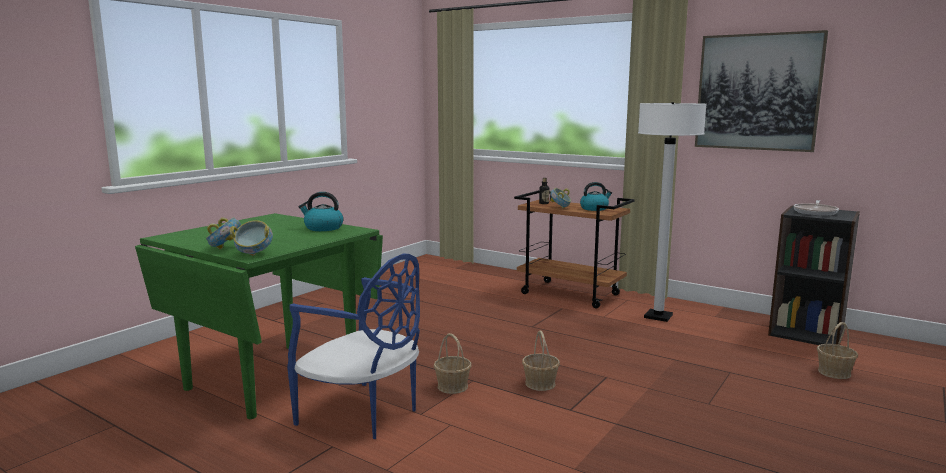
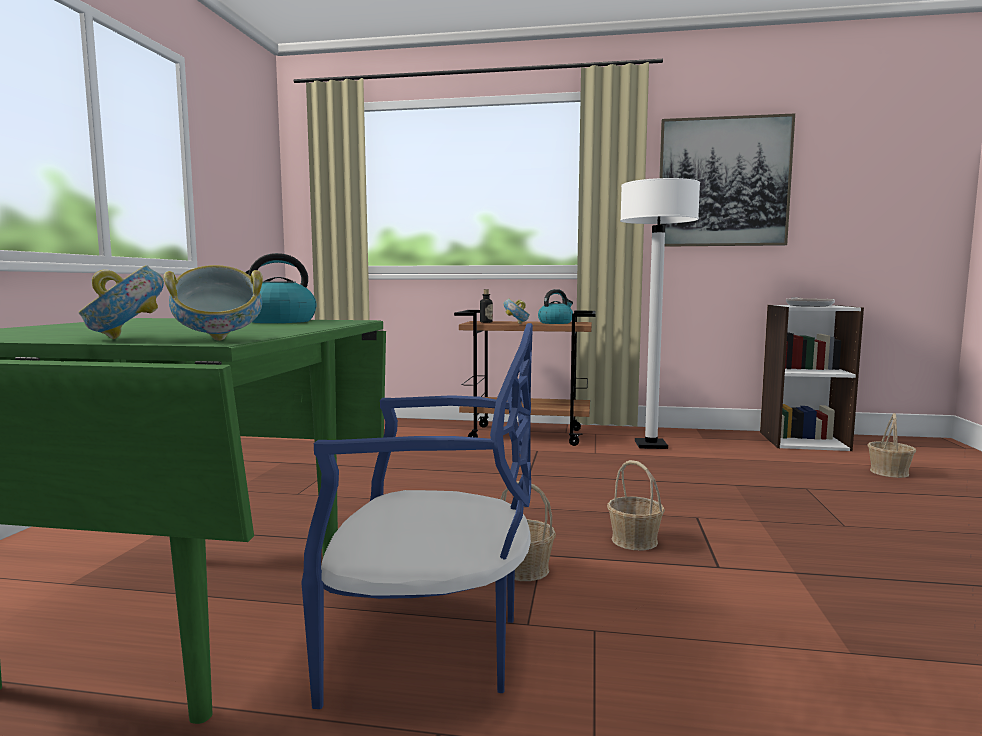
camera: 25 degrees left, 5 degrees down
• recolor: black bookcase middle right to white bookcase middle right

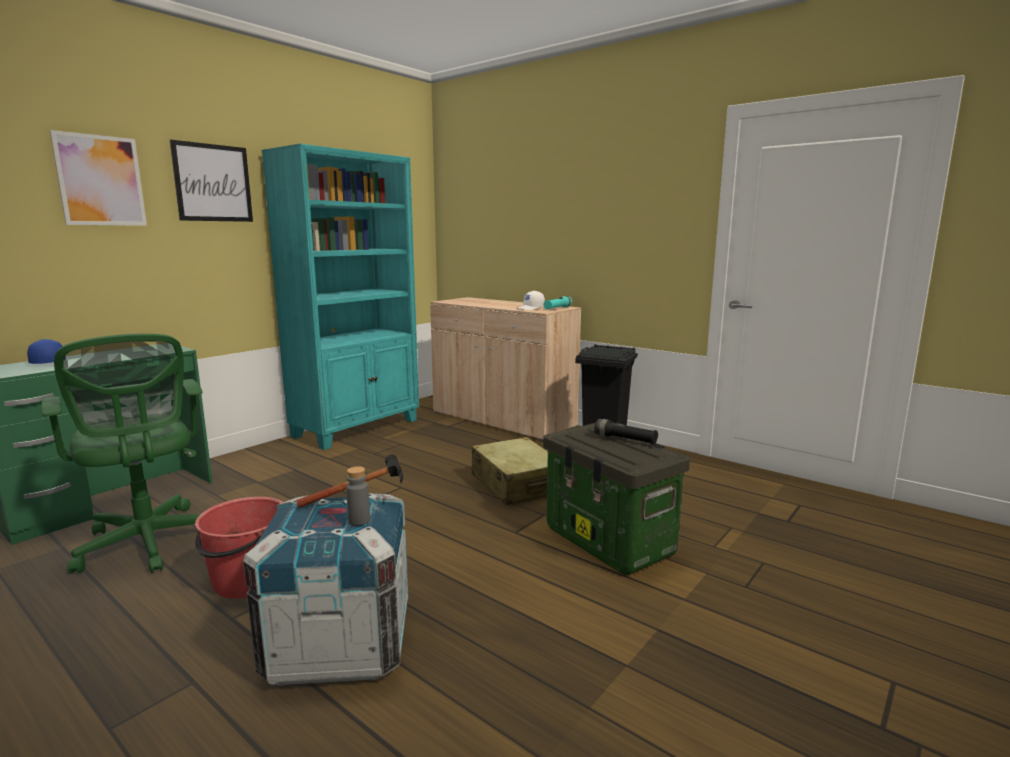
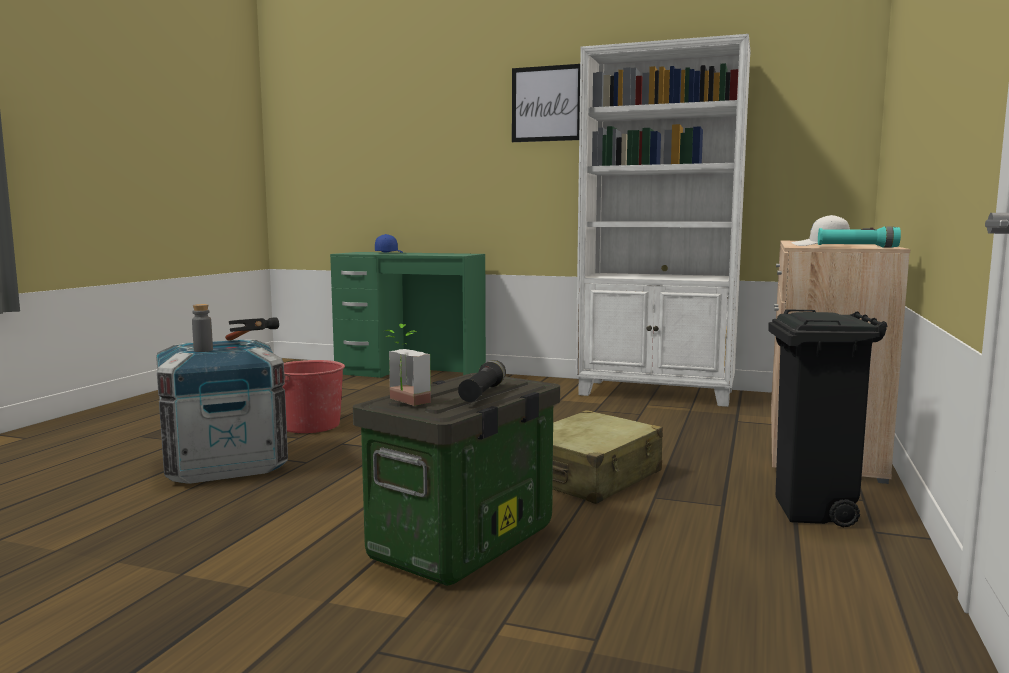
camera: 70 degrees right, 5 degrees down
• delete: picture (1st from left) top left
• recolor: turquoise bookcase centre to white bookcase top centre
• delete: green office chair middle left
• insert: potted plant centre

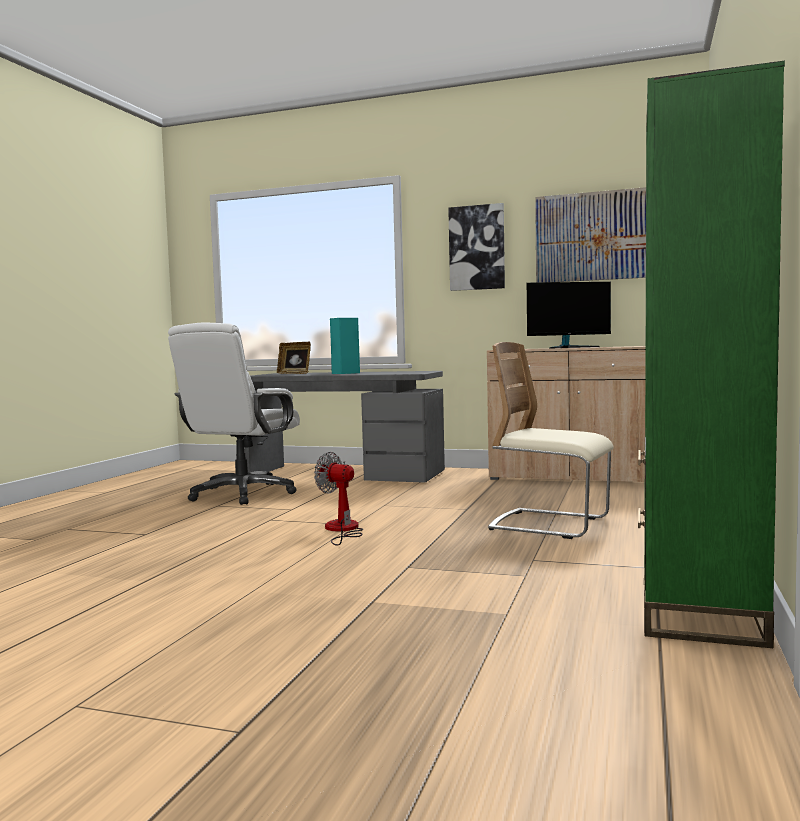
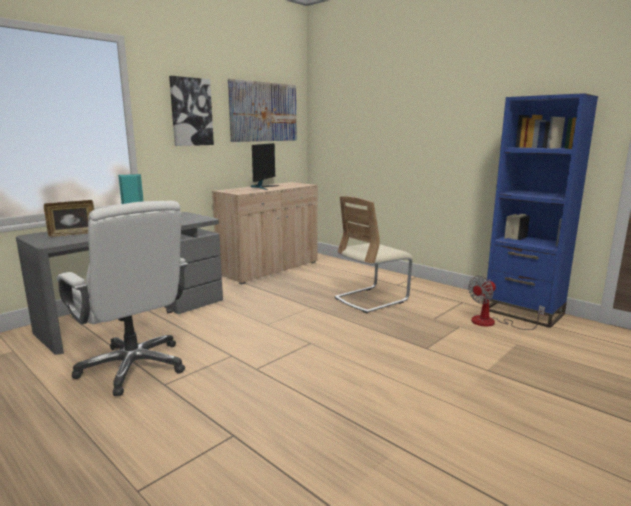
camera: 65 degrees left, 10 degrees up
• recolor: green bookcase middle right to blue bookcase middle right
• move: fan centre to middle right

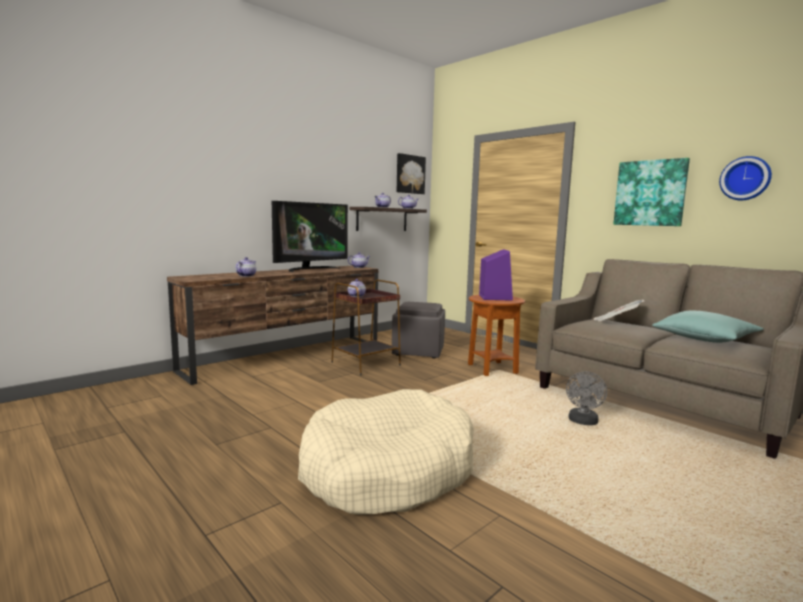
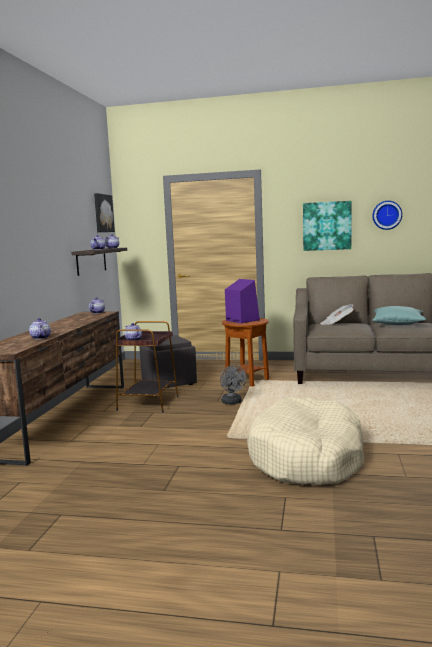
camera: 35 degrees left, 0 degrees up
• delete: television centre
• move: grey fan middle right to centre

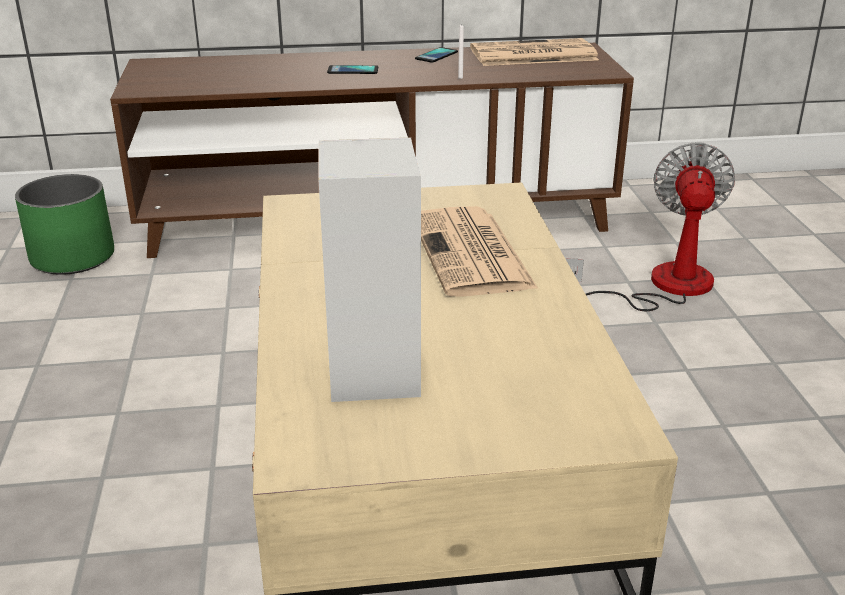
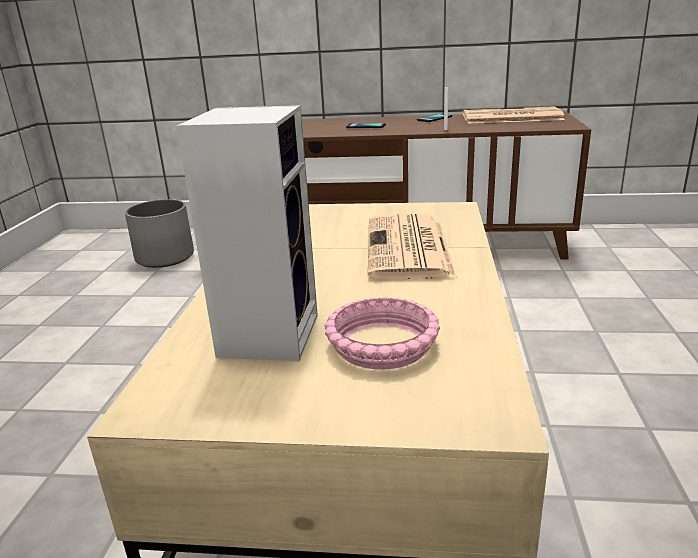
camera: 15 degrees right, 5 degrees down
• delete: fan middle right
• recolor: green planter middle left to grey planter middle left
• insert: pink bowl centre

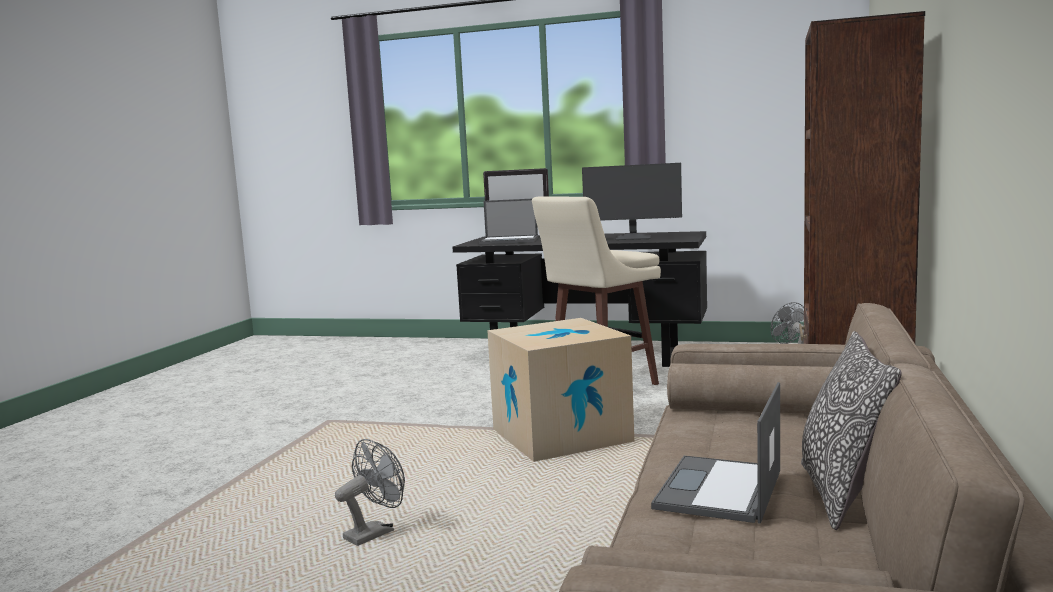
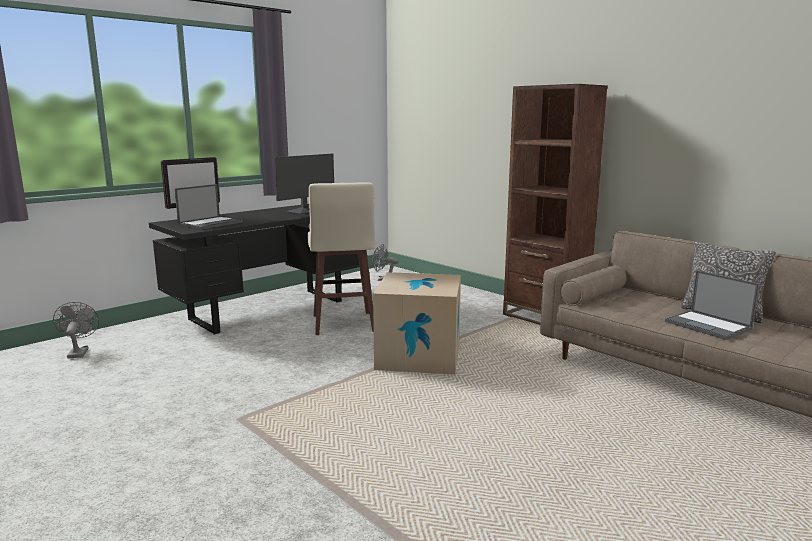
camera: 60 degrees left, 5 degrees up
• move: grey fan (1st from left) bottom centre to middle left

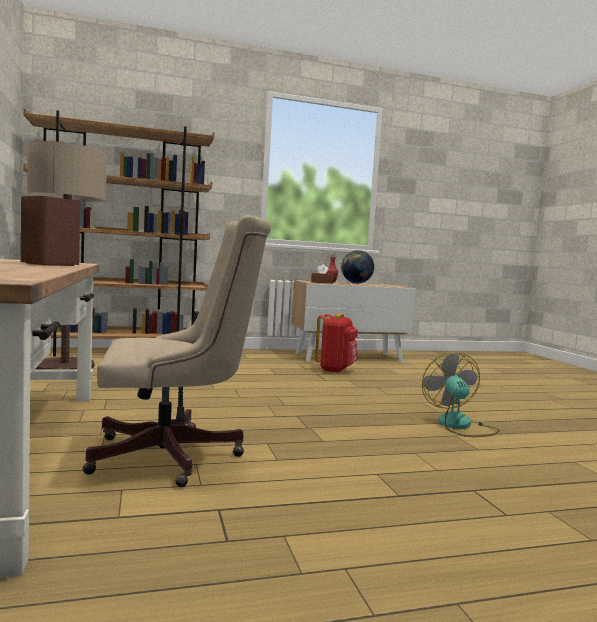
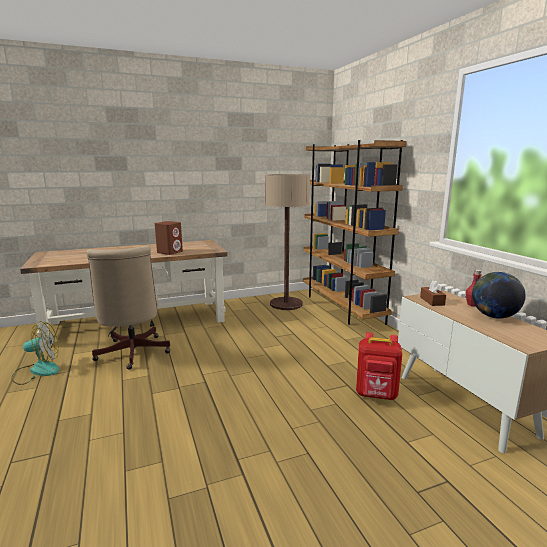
camera: 85 degrees right, 10 degrees up
• move: fan middle right to middle left

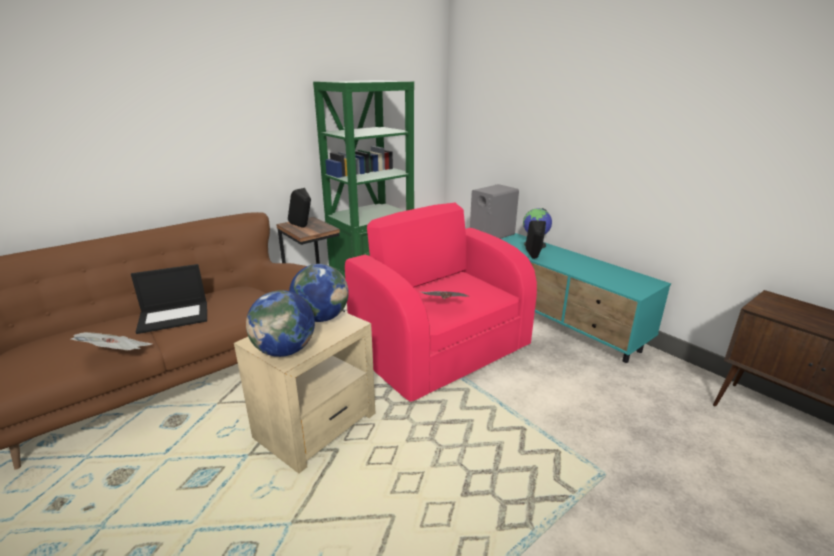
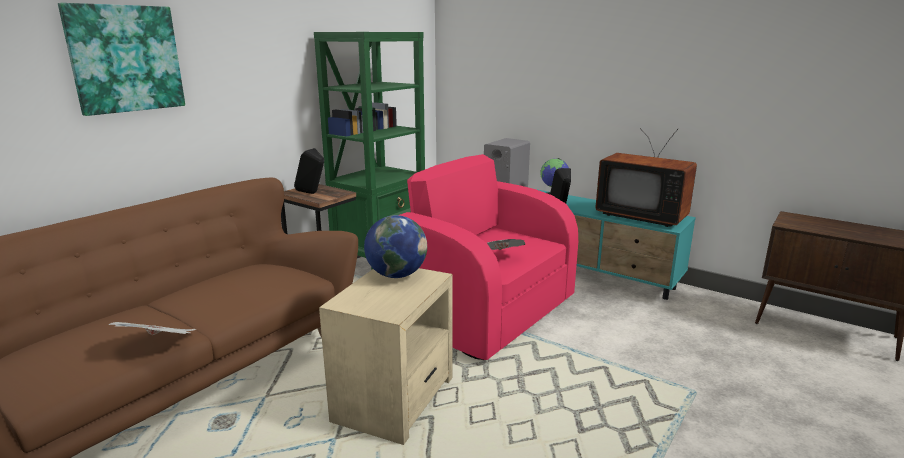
camera: 15 degrees left, 5 degrees down
• delete: laptop middle left
• delete: globe (1st from left) centre
• insert: picture top left
• insert: television middle right

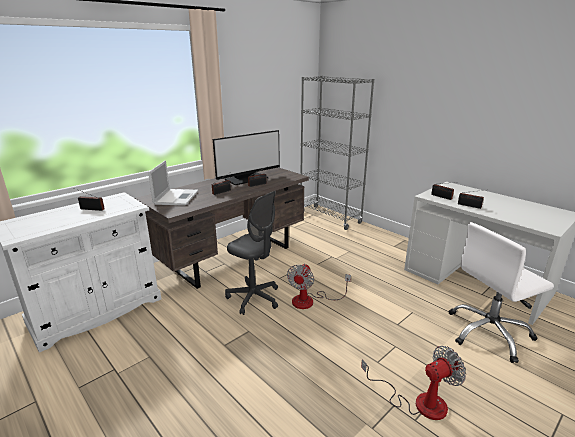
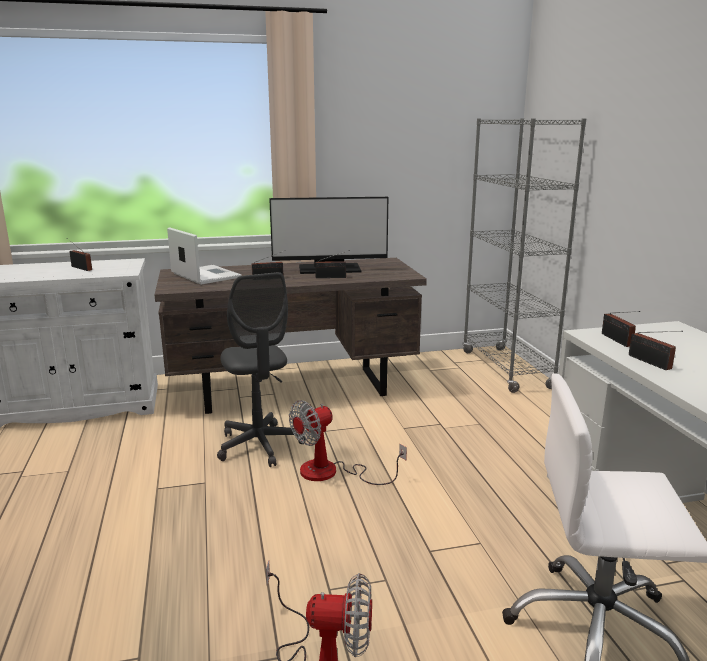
camera: 30 degrees right, 5 degrees down
• rotate: laptop middle left = middle left 75 degrees counterclockwise

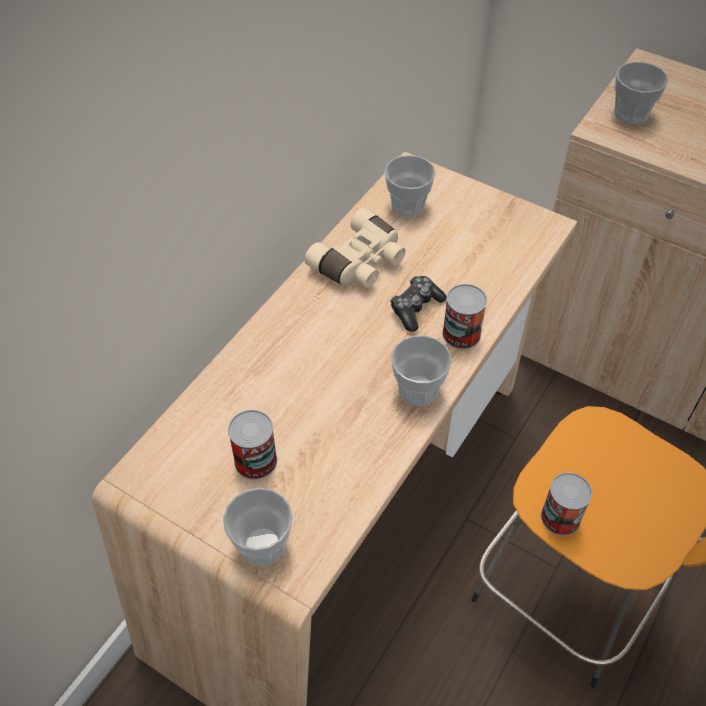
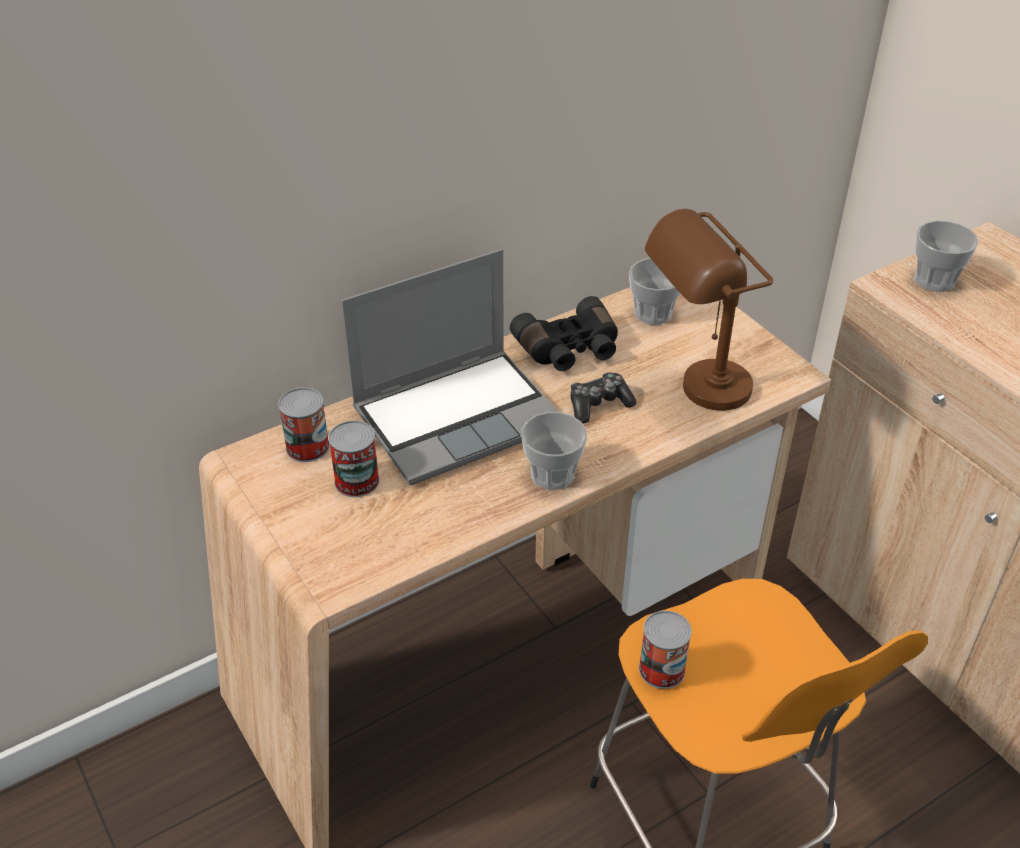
camera: 25 degrees right, 10 degrees down
• recolor: beige binoculars centre to black binoculars centre
• move: can (2nd from left in the first image) centre to can (1st from left) middle left
• delete: cup (1st from left) bottom centre
• insert: brown table lamp middle right
• insert: laptop centre

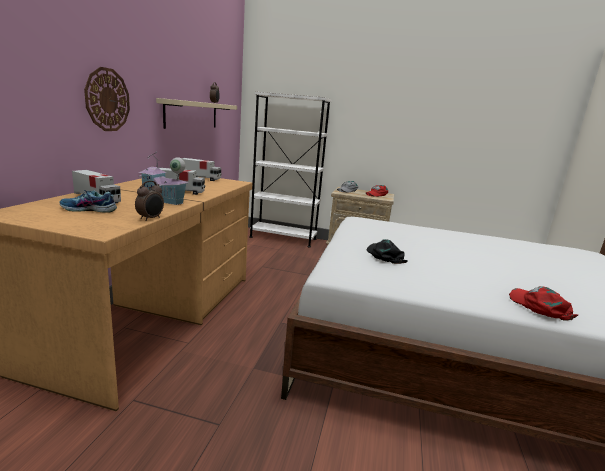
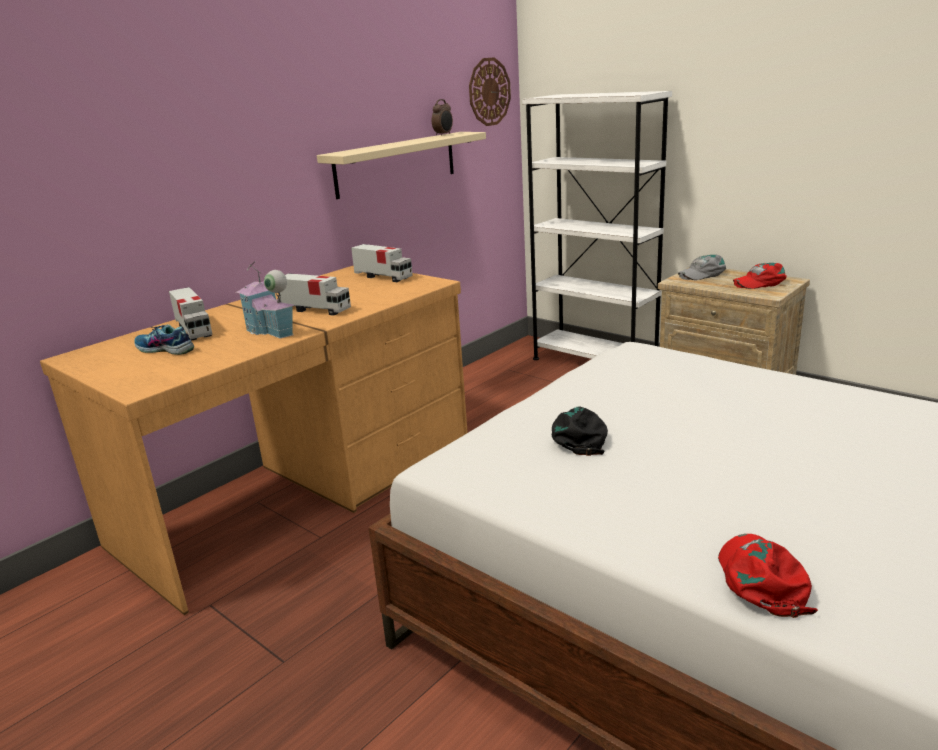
camera: 30 degrees right, 5 degrees up
• move: wall clock top left to top centre
• delete: alarm clock (1st from left) middle left

